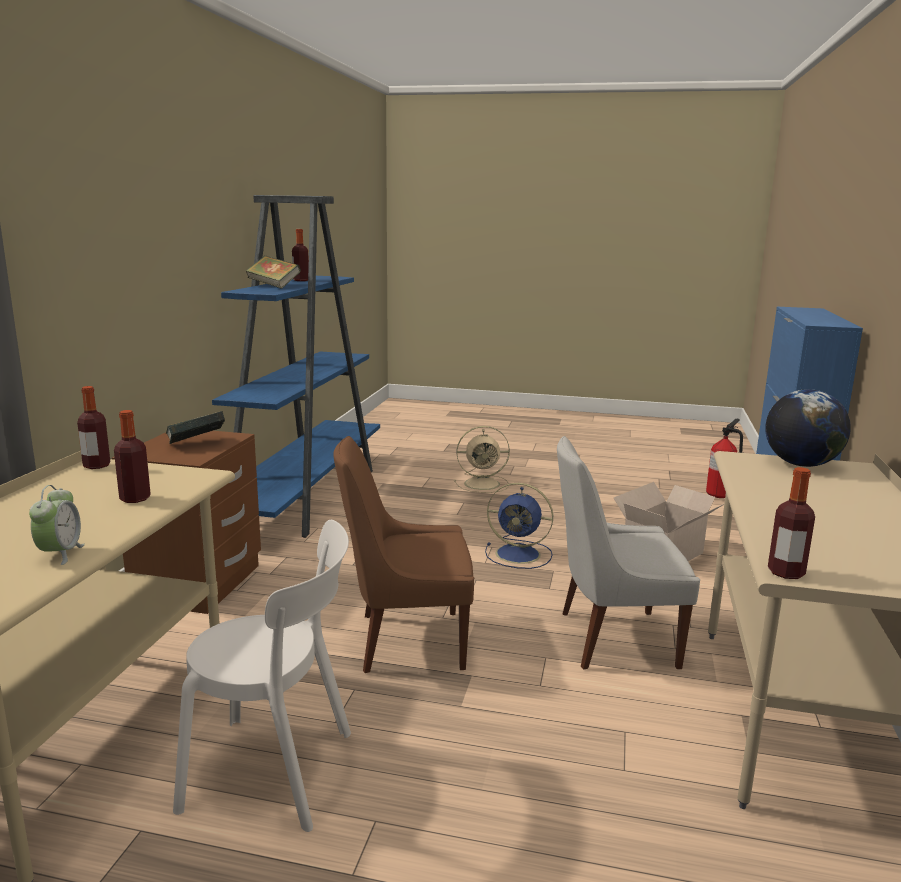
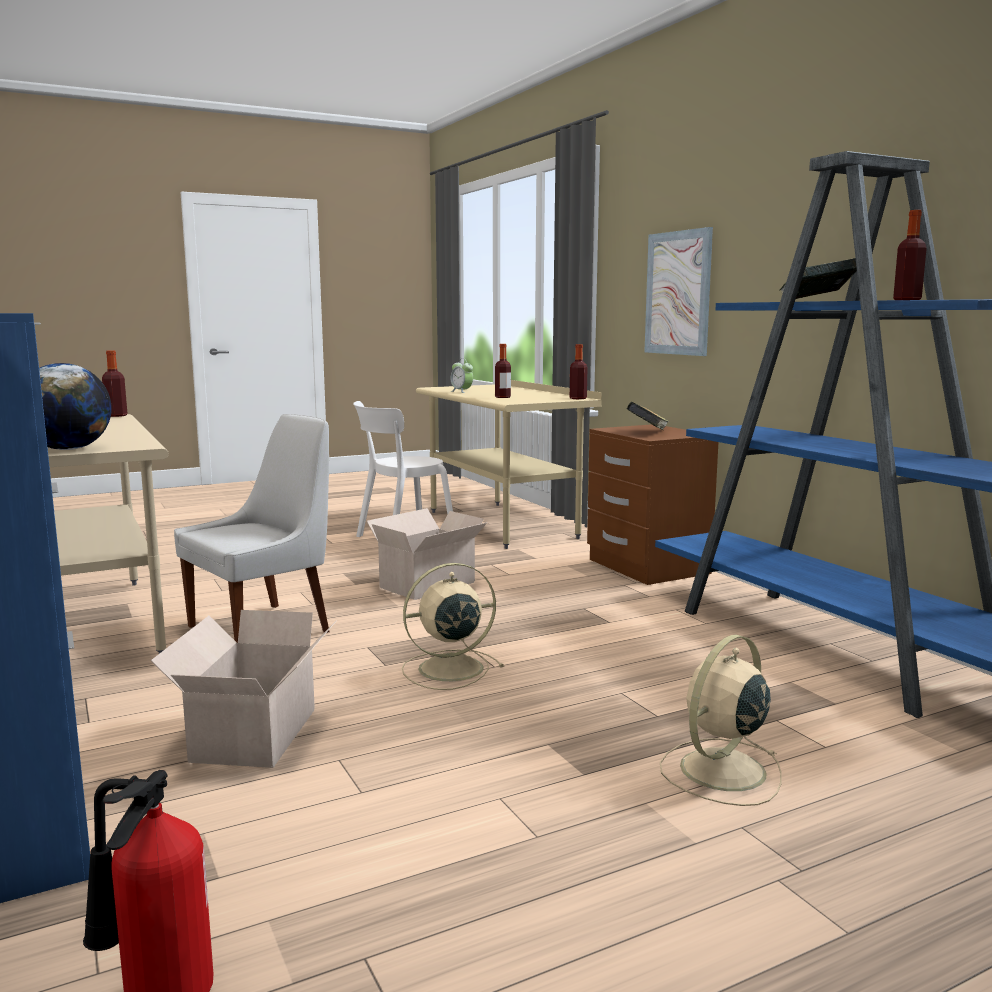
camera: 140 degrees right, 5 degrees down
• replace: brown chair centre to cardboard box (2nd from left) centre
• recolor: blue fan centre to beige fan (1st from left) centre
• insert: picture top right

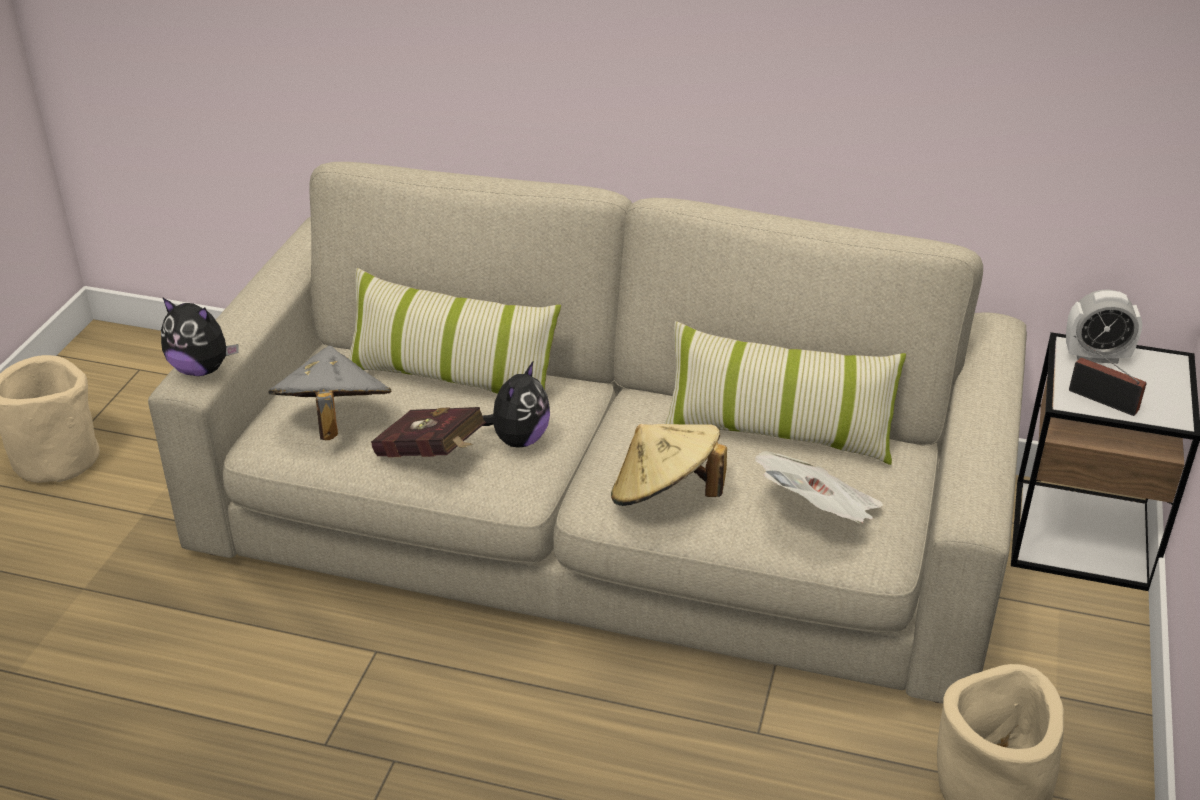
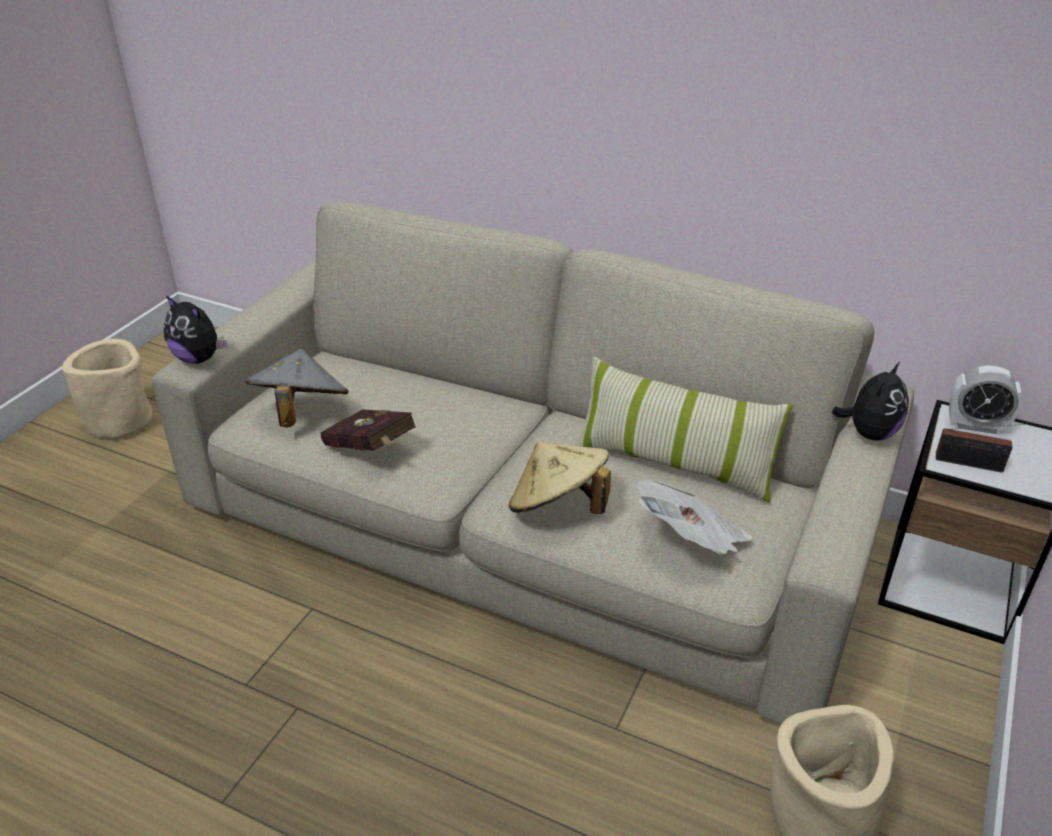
camera: 10 degrees right, 0 degrees up
• delete: pillow (1st from left) centre
• rotate: radio middle right = middle right 150 degrees clockwise
• move: plush toy (2nd from left) centre to middle right

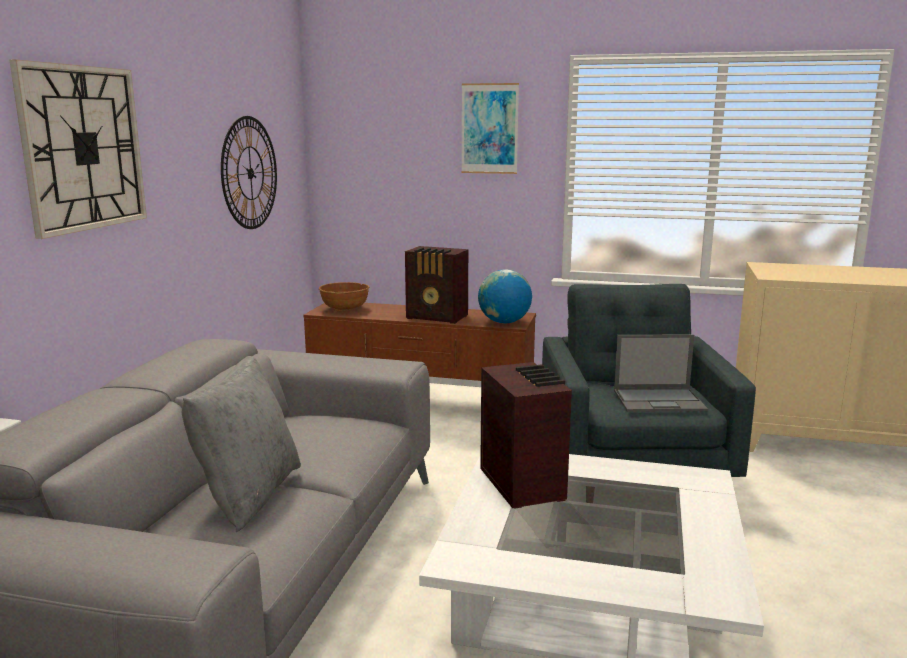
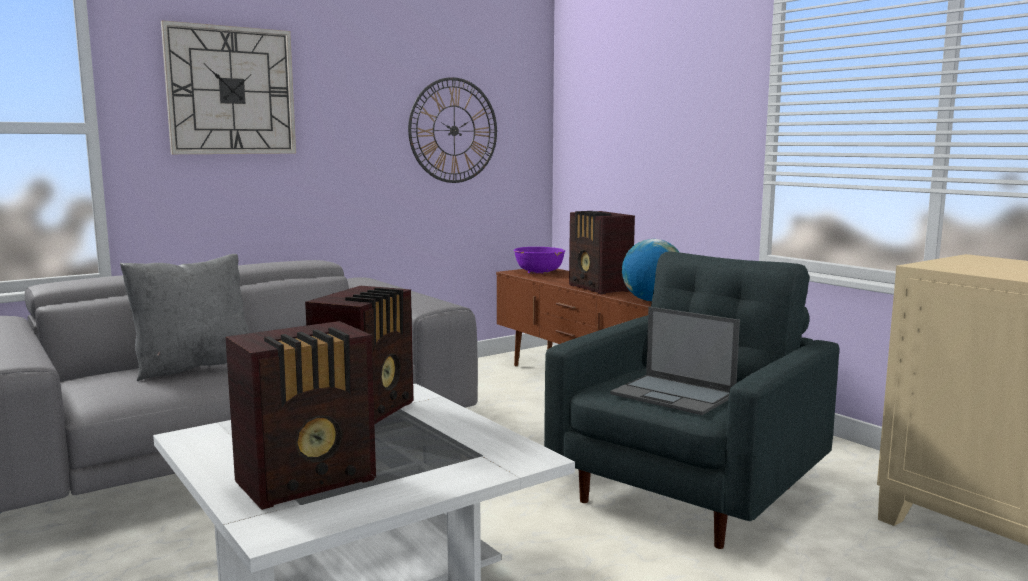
camera: 40 degrees right, 5 degrees down
• delete: picture top centre
• recolor: brown bowl centre to purple bowl centre
• insert: radio (1st from left) bottom left

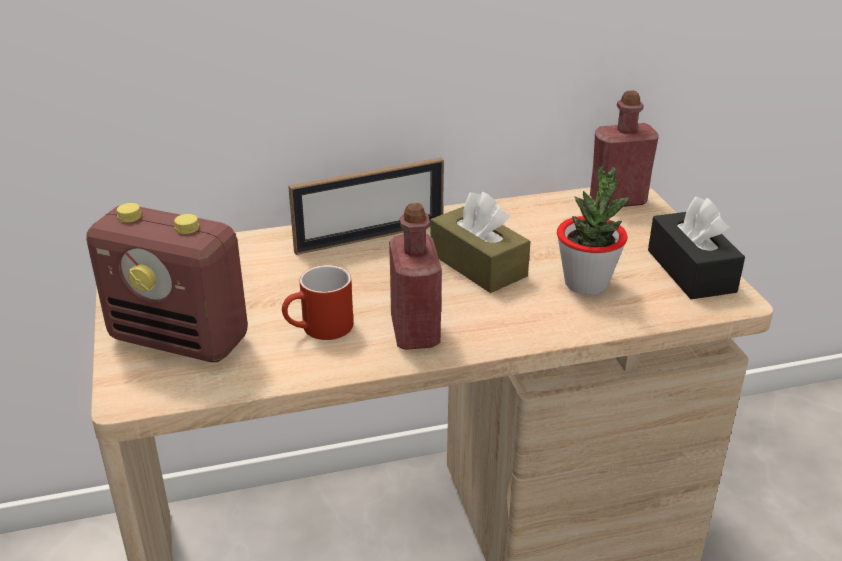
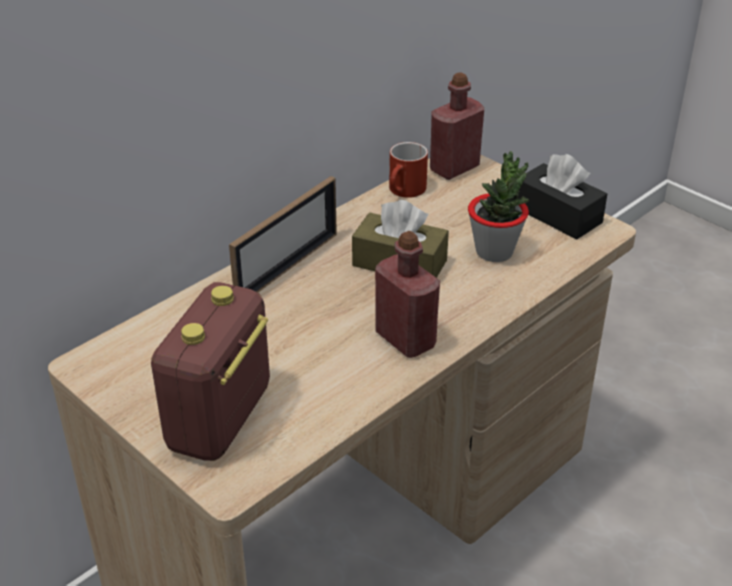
camera: 30 degrees left, 5 degrees up
• rotate: radio middle left = middle left 120 degrees clockwise
• move: red mug centre to top centre

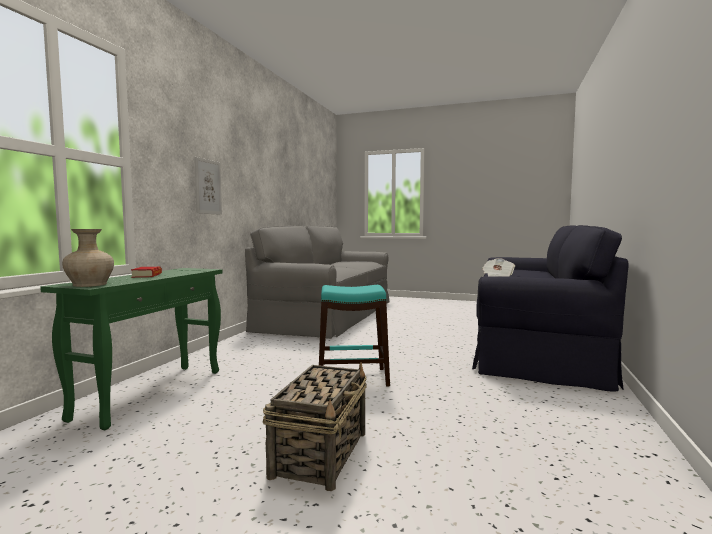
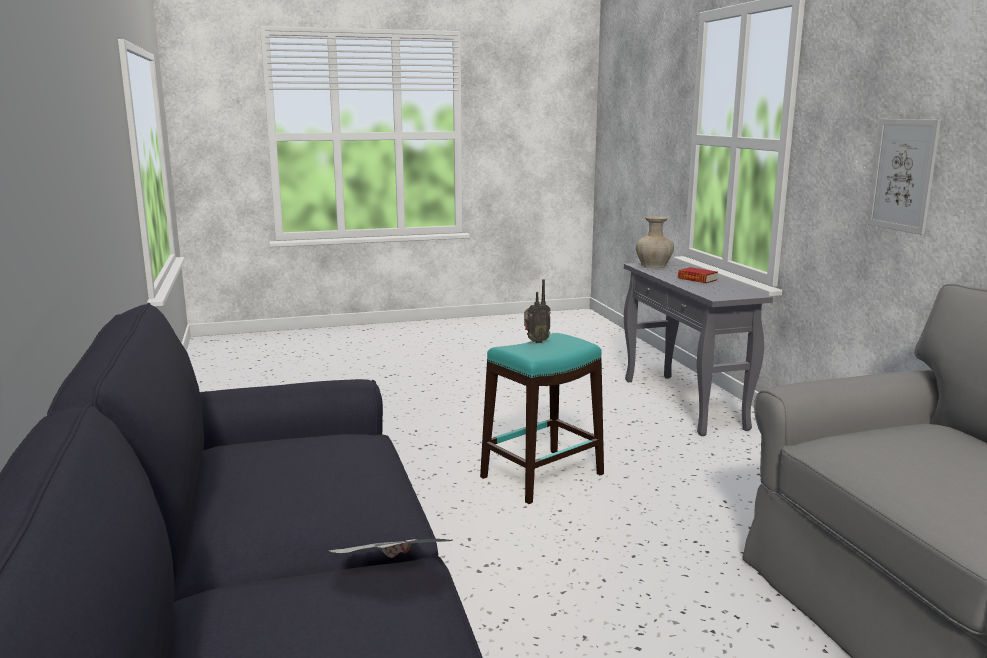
camera: 145 degrees right, 10 degrees up
• recolor: green console table middle left to grey console table middle right
• delete: basket bottom centre
• insert: radio centre

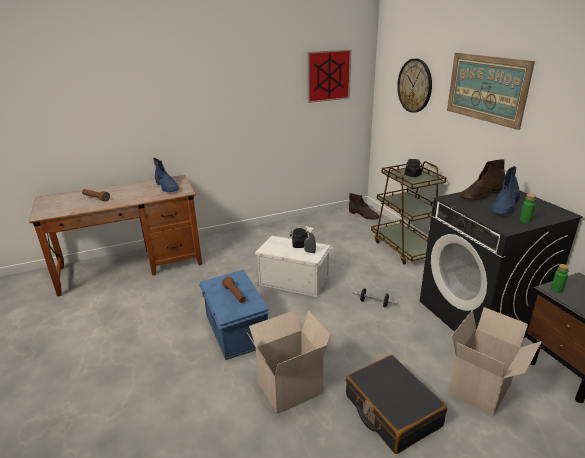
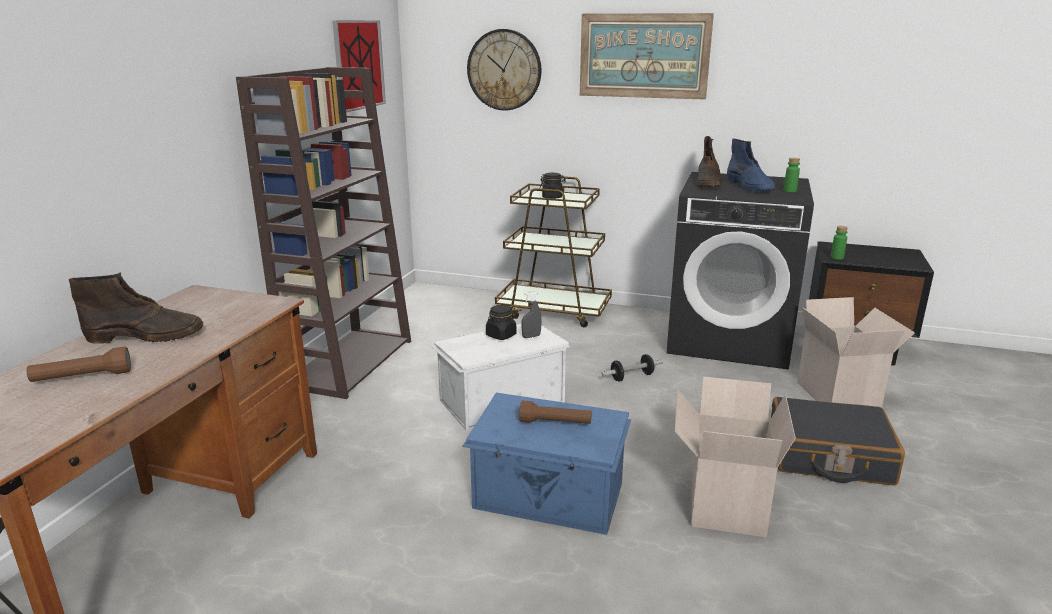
camera: 50 degrees left, 5 degrees down
• delete: blue boot (1st from left) middle left
• move: brown boot (1st from left) centre to middle left
• insert: brown bookcase middle left

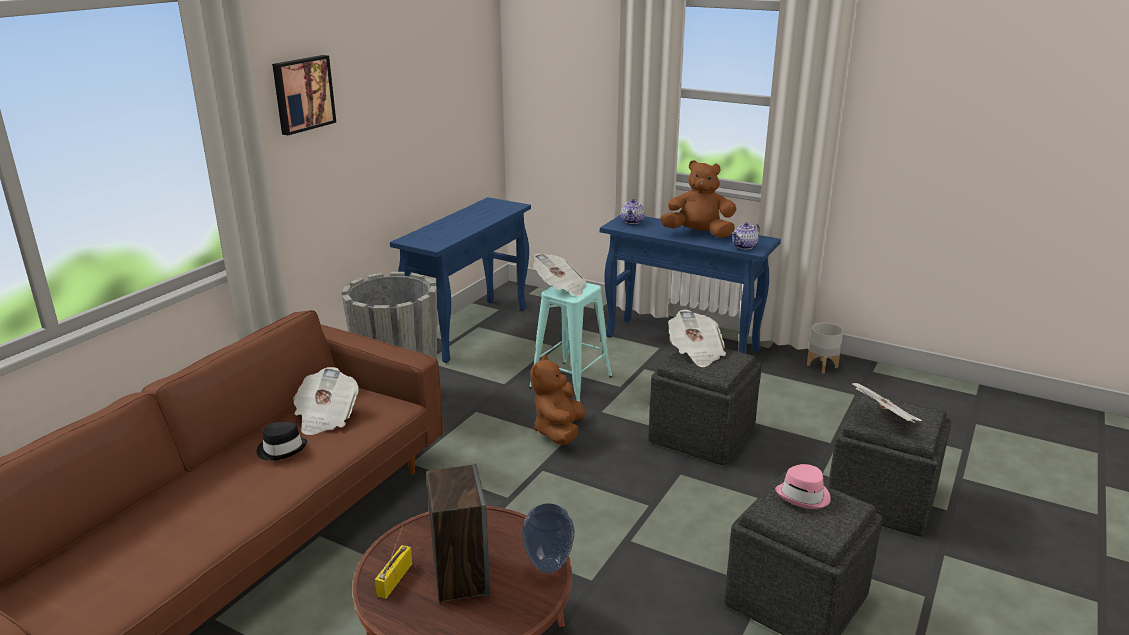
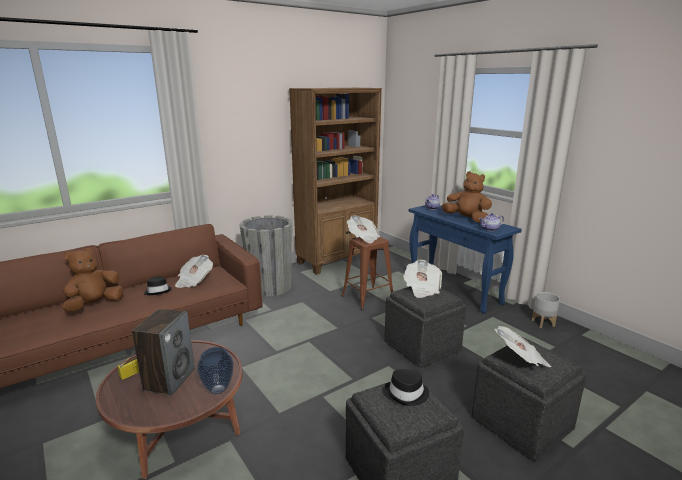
camera: 25 degrees right, 5 degrees down
• delete: picture top left
• replace: blue console table (1st from left) centre to brown bookcase centre
• recolor: turquoise stool centre to brown stool centre
• move: brown plush toy (1st from left) centre to middle left
• recolor: pink hat bottom right to black hat (2nd from left) bottom centre

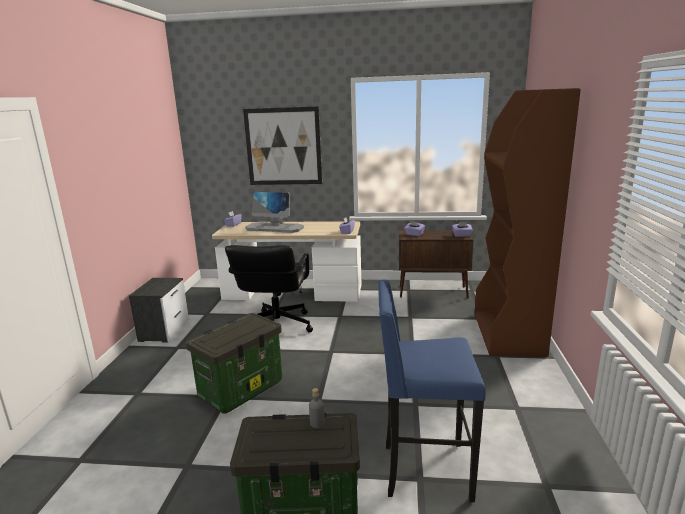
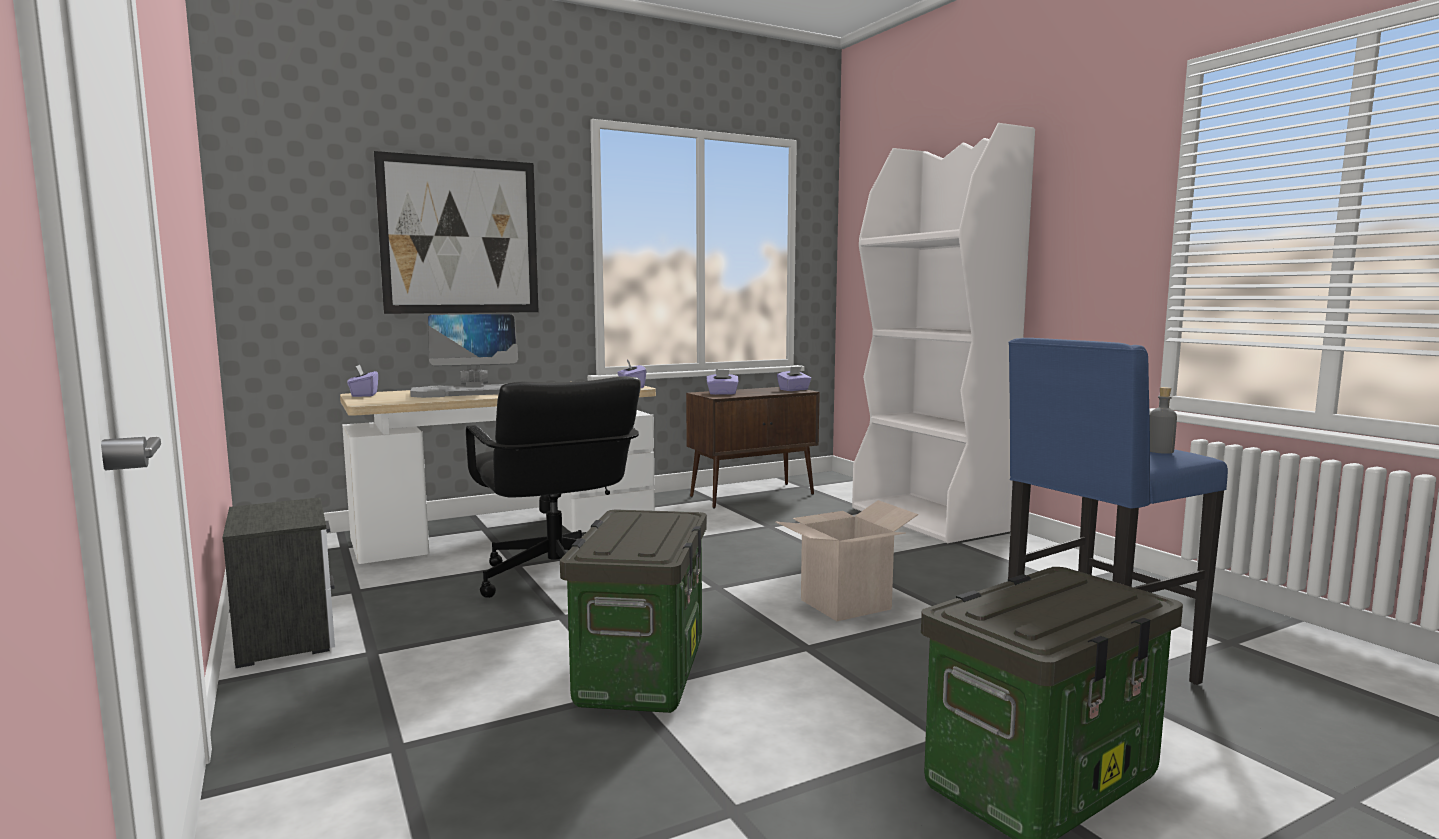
camera: 35 degrees left, 10 degrees down
• recolor: brown bookcase middle right to white bookcase centre
• move: grey bottle bottom centre to middle right
• insert: cardboard box bottom centre

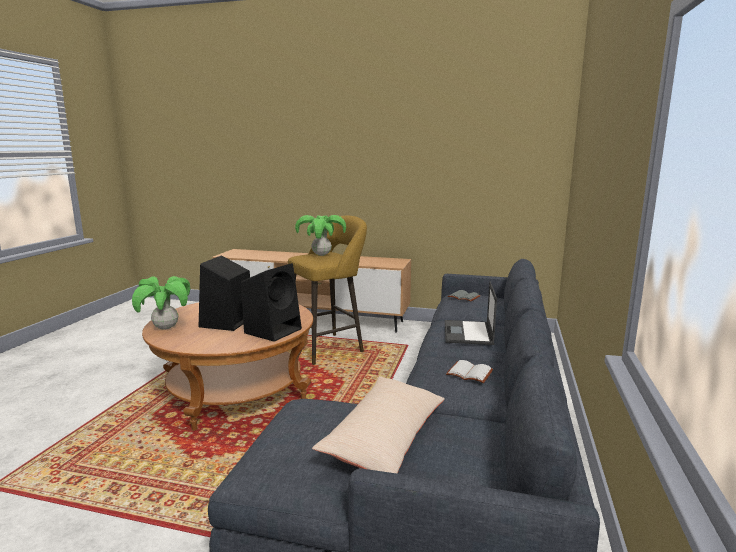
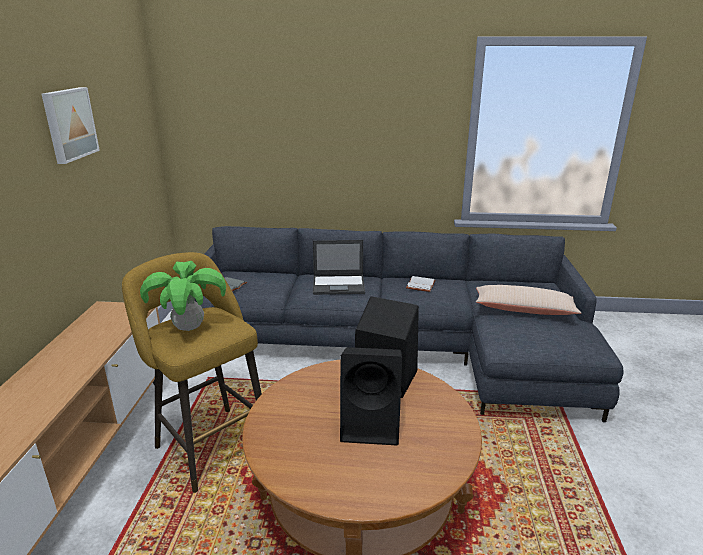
camera: 100 degrees left, 10 degrees up
• delete: potted plant (1st from left) middle left
• insert: picture top left

